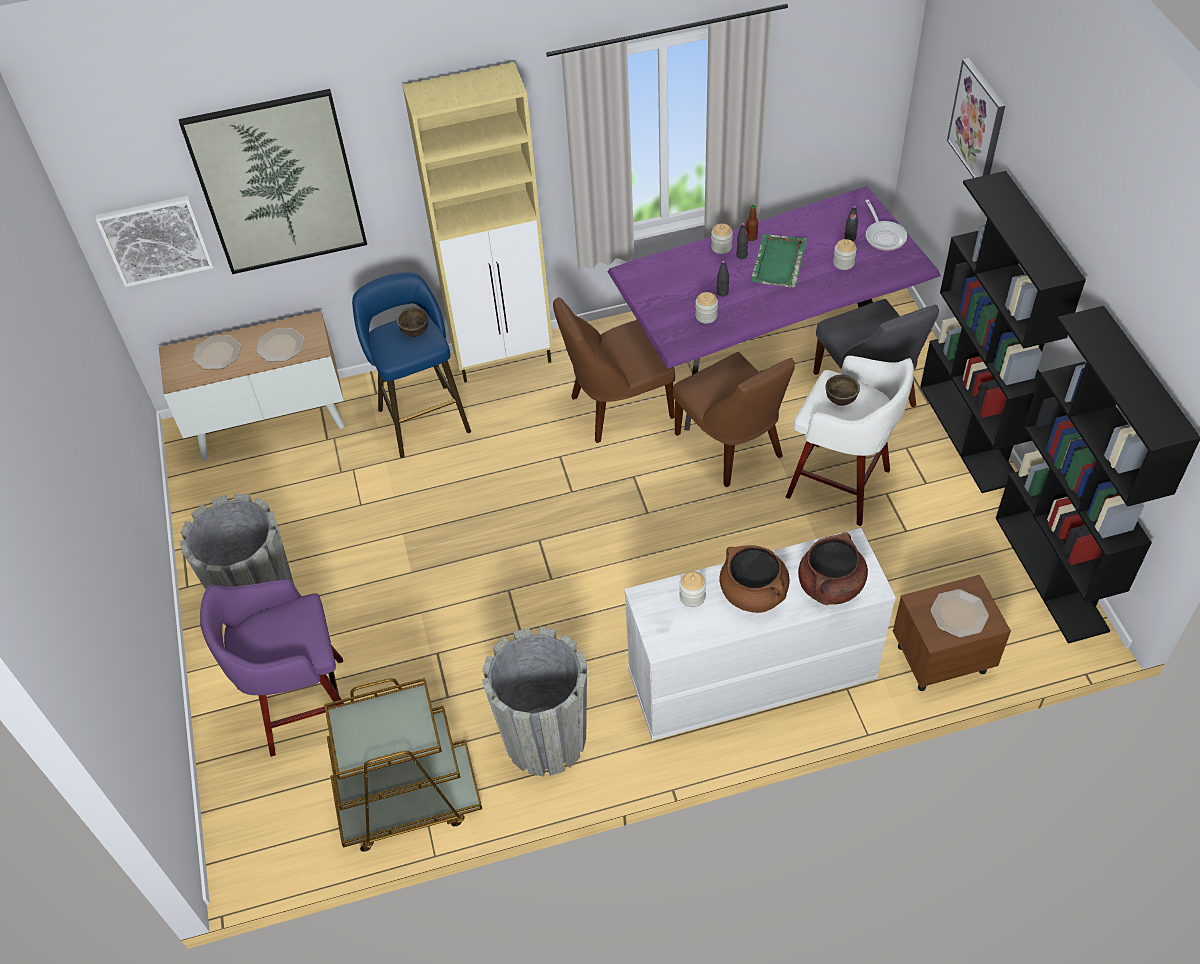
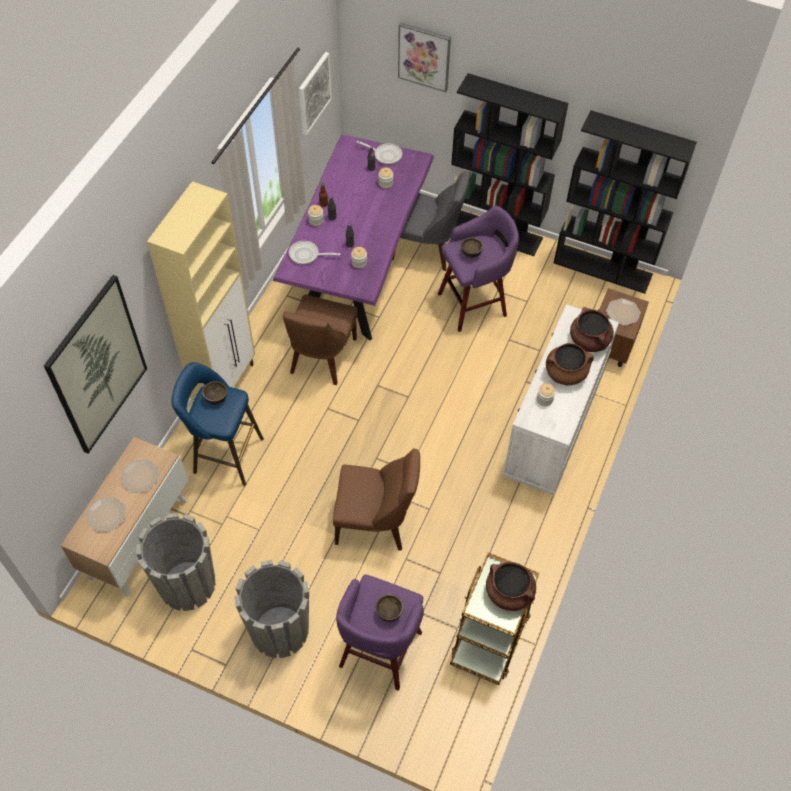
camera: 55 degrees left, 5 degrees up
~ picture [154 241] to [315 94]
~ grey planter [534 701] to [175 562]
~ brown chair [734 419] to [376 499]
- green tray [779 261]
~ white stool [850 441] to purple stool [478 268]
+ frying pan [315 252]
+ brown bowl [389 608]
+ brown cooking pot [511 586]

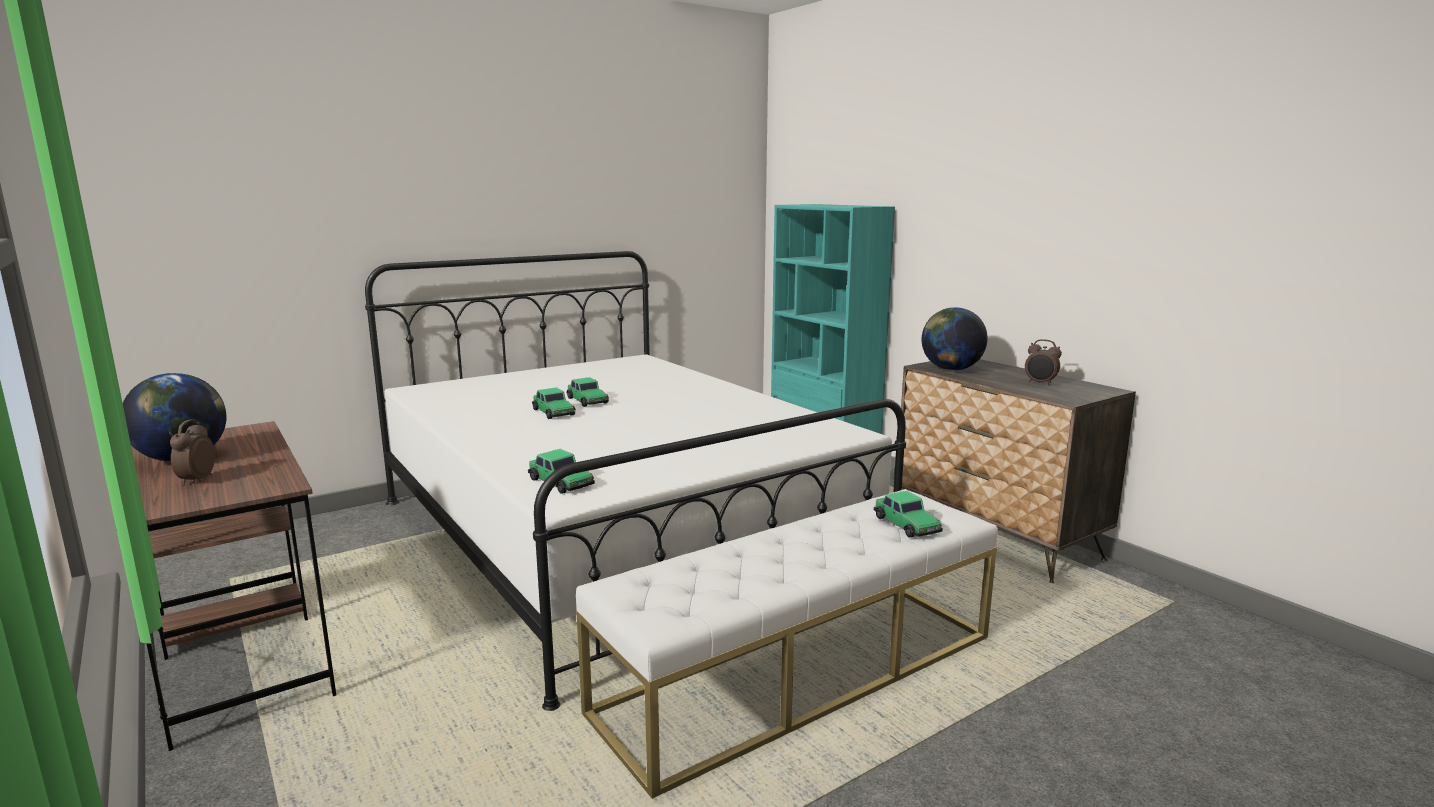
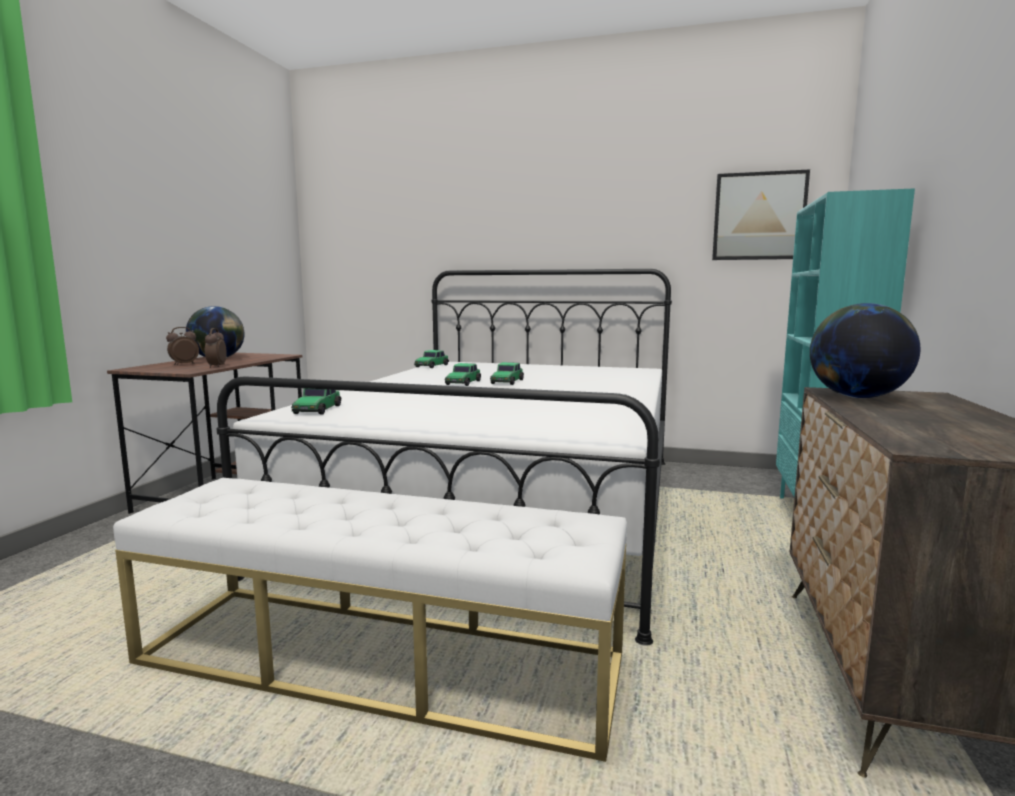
camera: 50 degrees right, 5 degrees down
~ toy car [908 514] to [431 359]
~ alarm clock [1043 362] to [216 348]
+ picture [761 214]

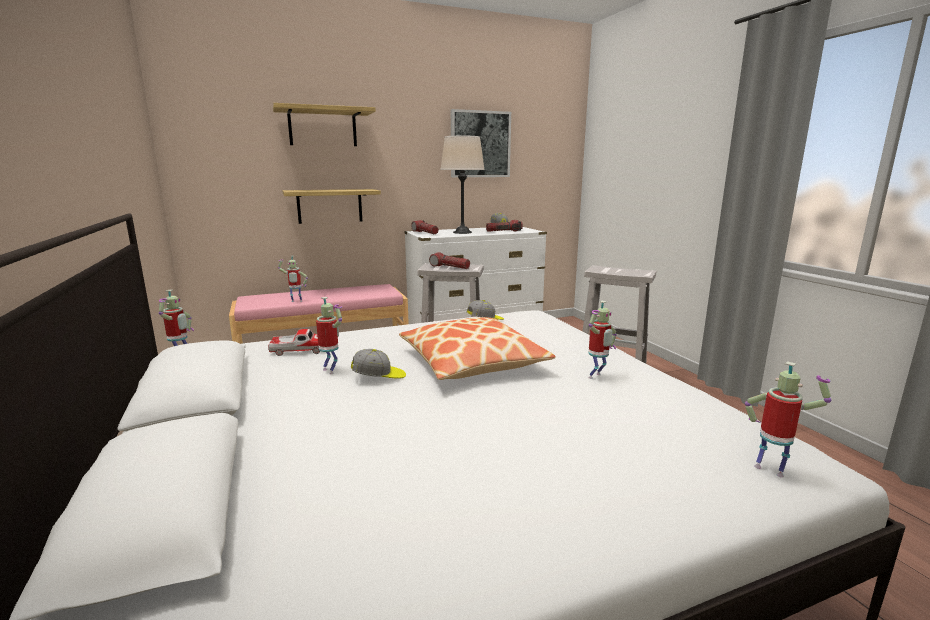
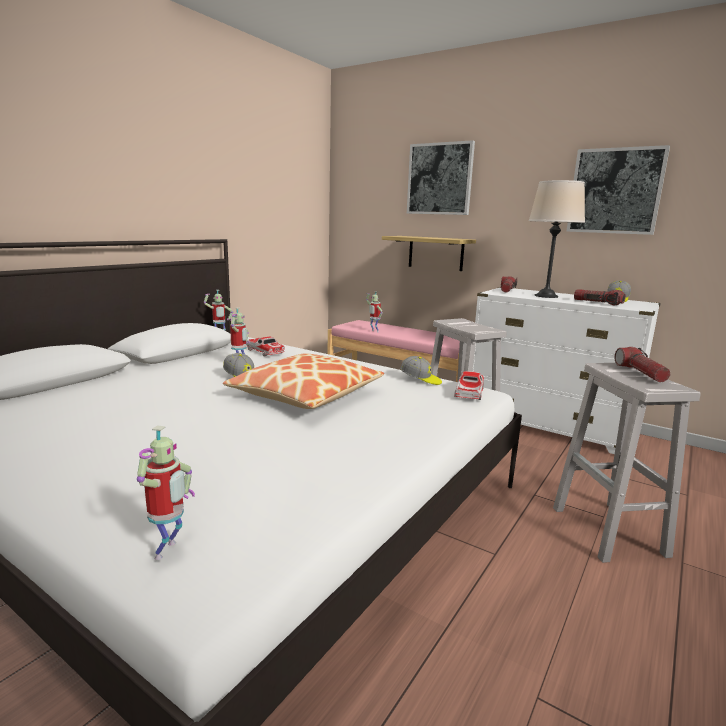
camera: 55 degrees right, 0 degrees up
~ shelf [324 124] to picture [441 177]
~ flashlight [449 260] to [642 364]
- toy robot [602 340]
+ toy car [469 385]

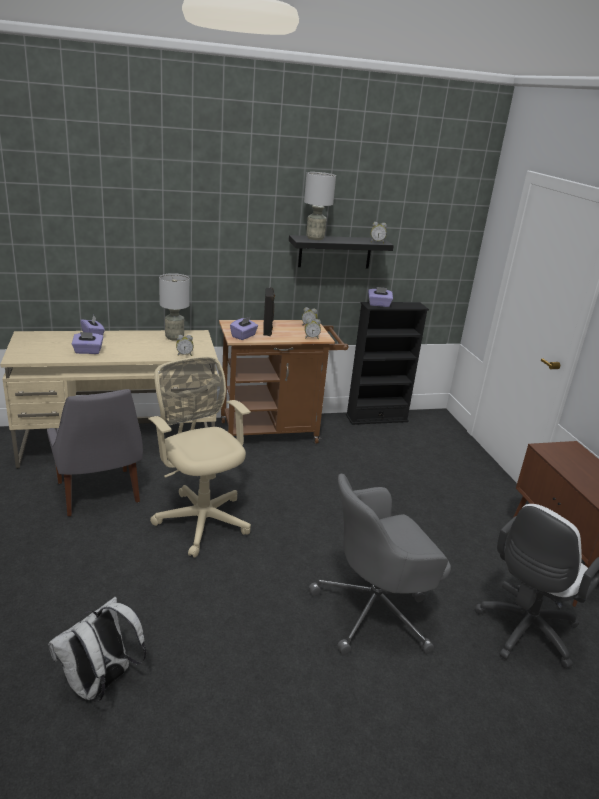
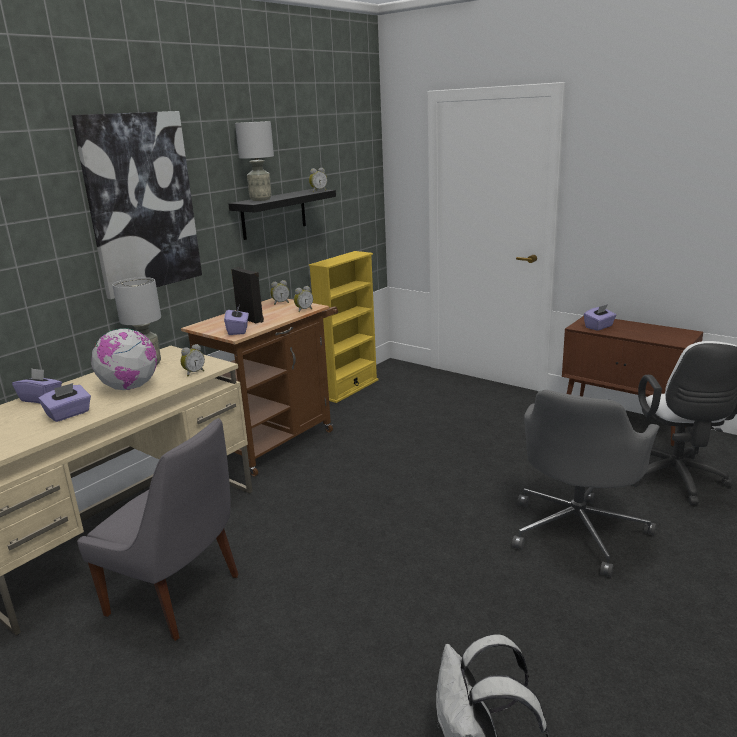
camera: 35 degrees left, 5 degrees down
- beige office chair [199 457]
~ black bookcase [387 363] to yellow bookcase [344 327]
~ purple tissue box [380 297] to [600 317]
+ picture [136 205]
+ globe [124 359]

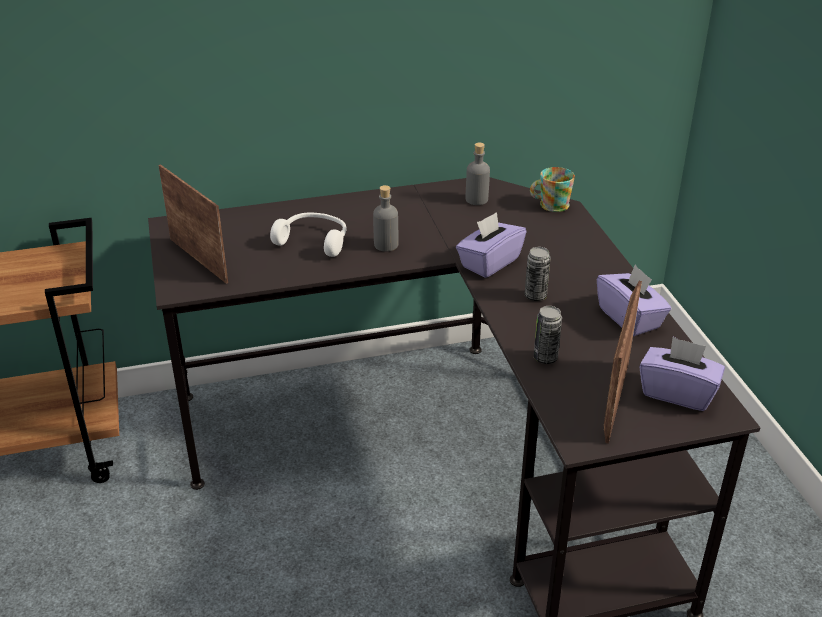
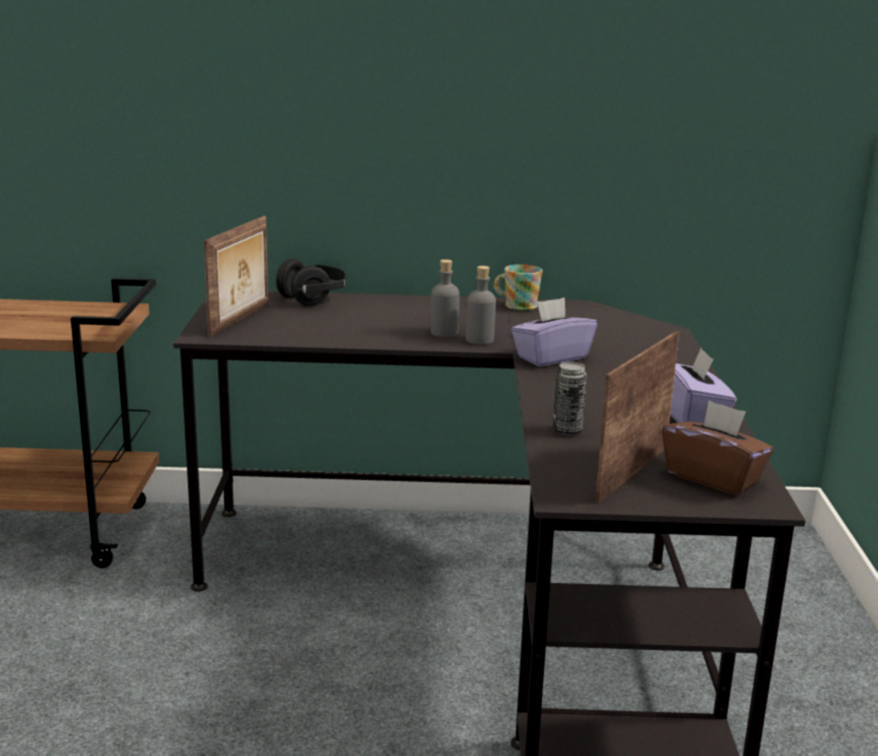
camera: 15 degrees right, 15 degrees down
~ picture frame [193 224] = [236 276] 45 degrees clockwise
- white headphones [308 234]
~ grey bottle [478 174] to [481 305]
- can [538 274]
~ mug [552 189] to [518 287]
~ purple tissue box [682 374] to brown tissue box [718 448]
+ black headphones [311 282]

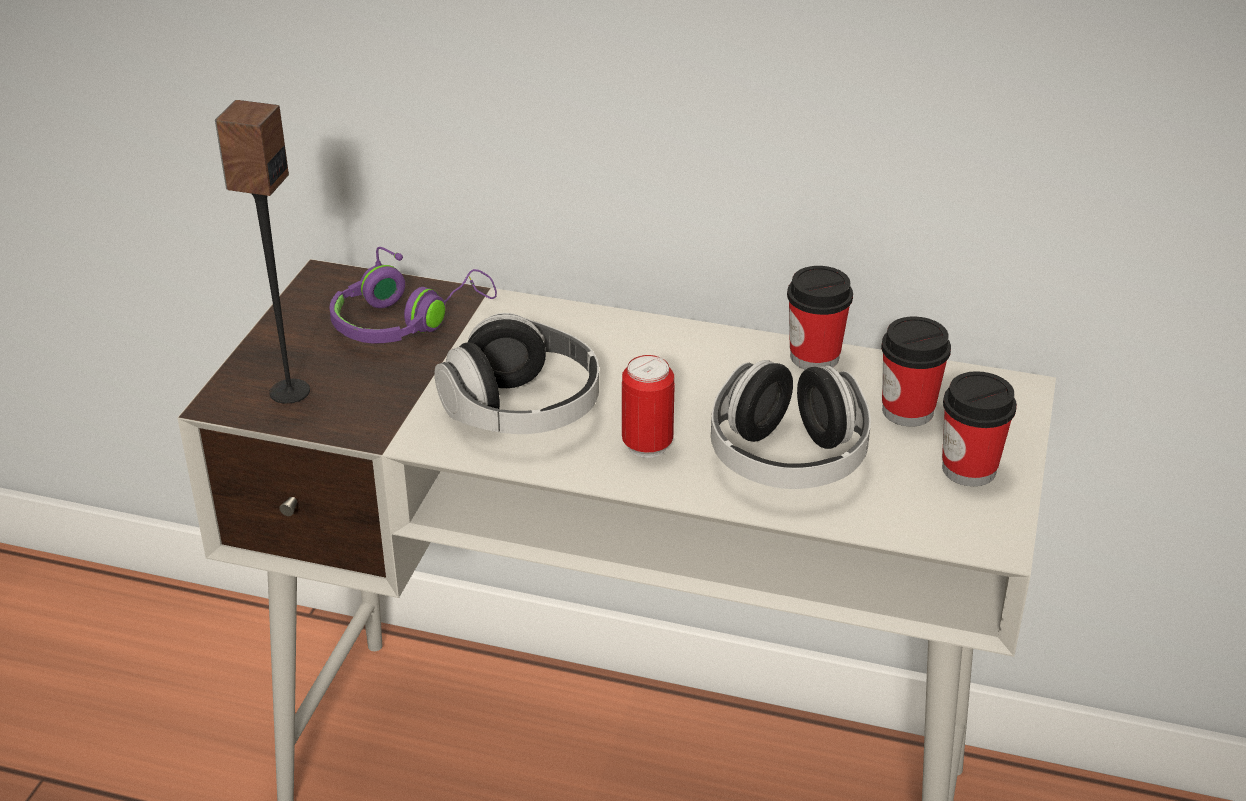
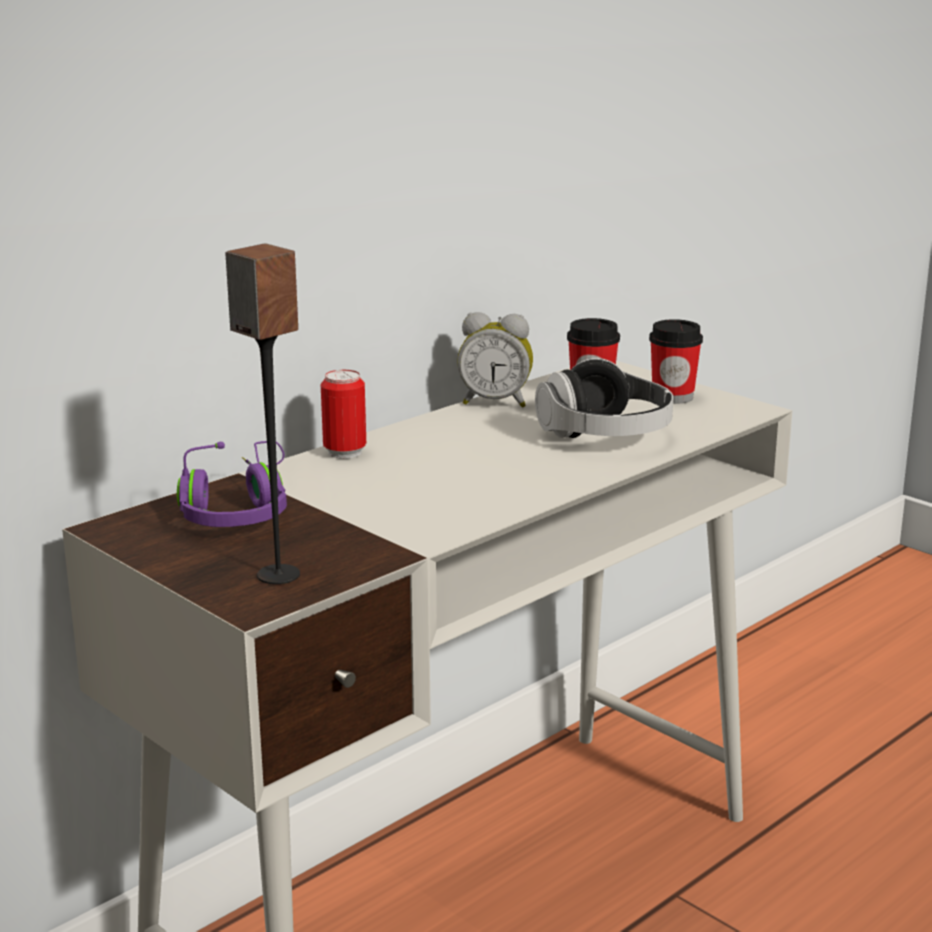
camera: 60 degrees left, 15 degrees down
- headphones [517 373]
~ can [648 406] to [343 414]
~ cup [820 318] to alarm clock [495 360]

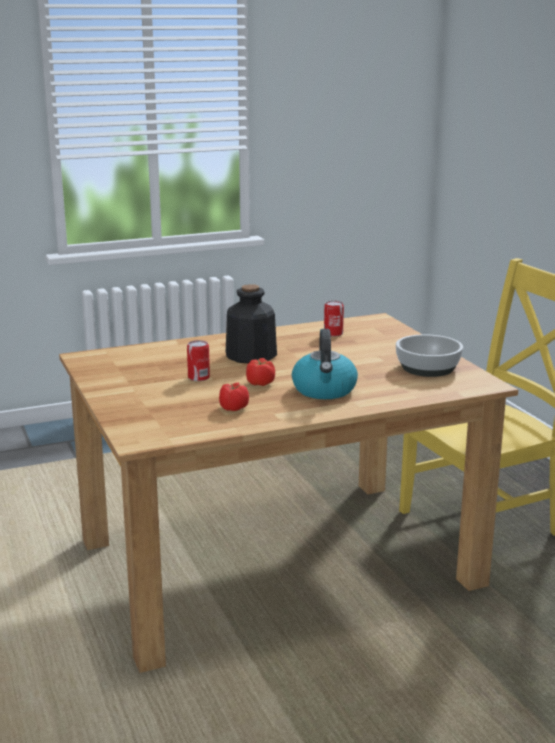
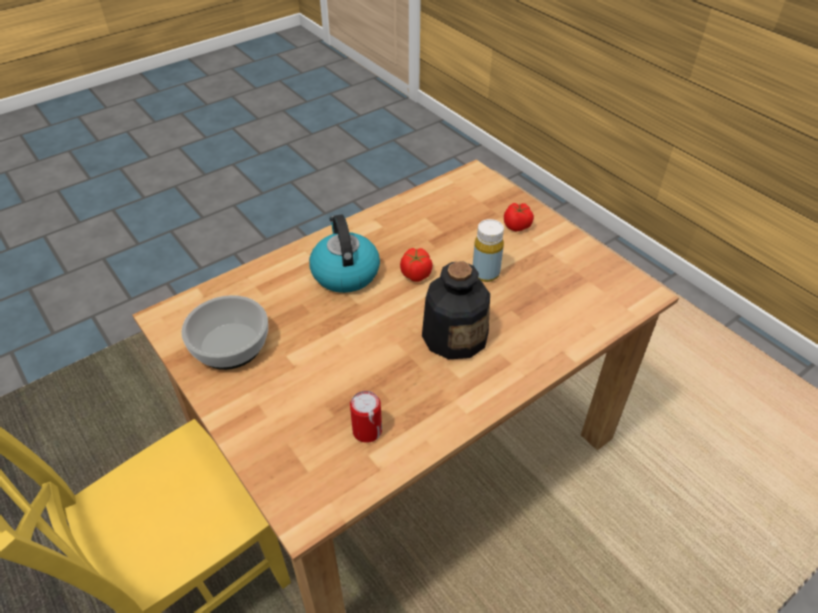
camera: 165 degrees right, 25 degrees up
~ can [198 360] to yellow bottle [488 250]
~ tomato [234 397] to [519 217]

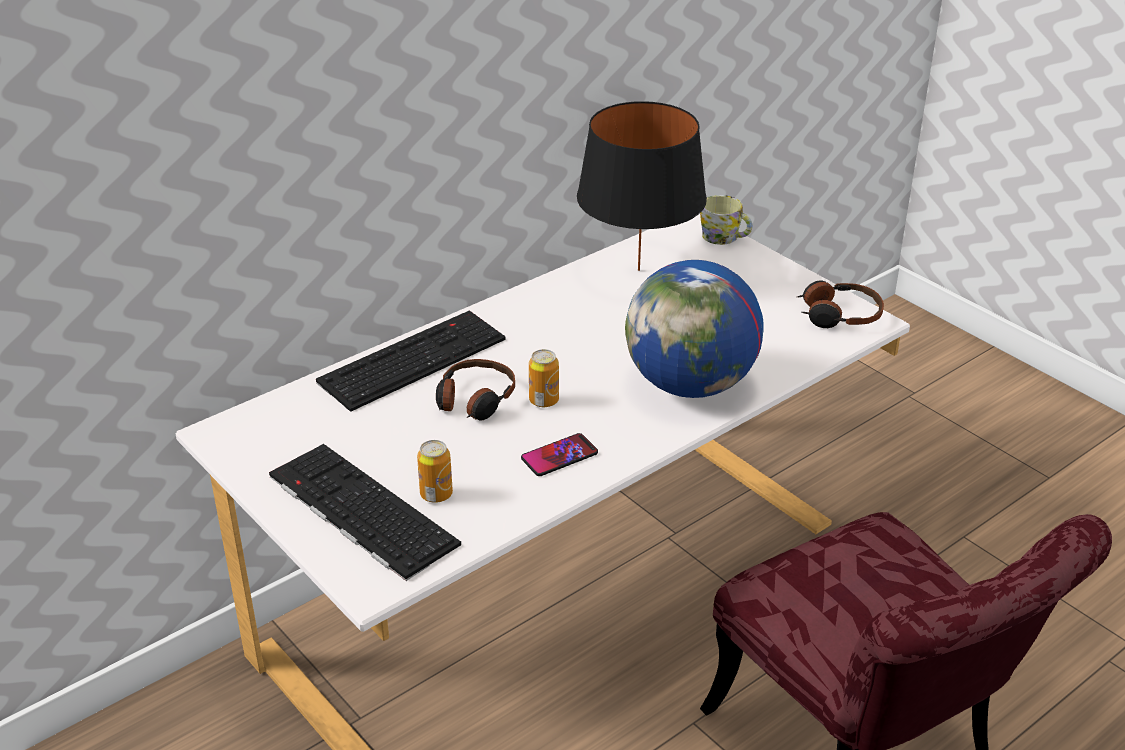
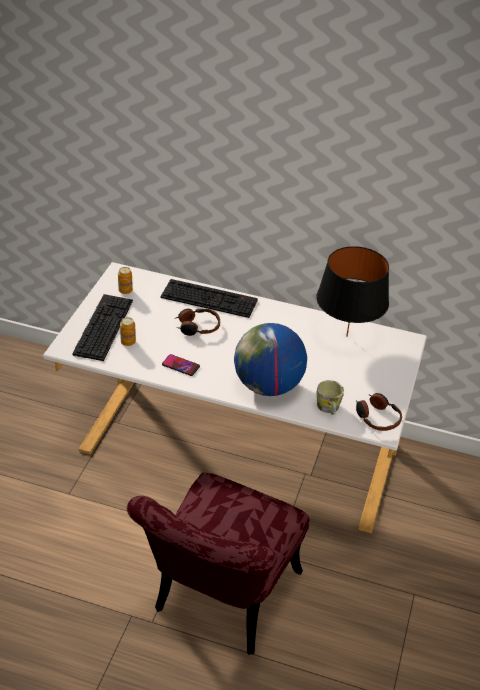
camera: 55 degrees right, 5 degrees up
~ can [544 378] to [125 280]
~ mug [726 220] to [330 397]

